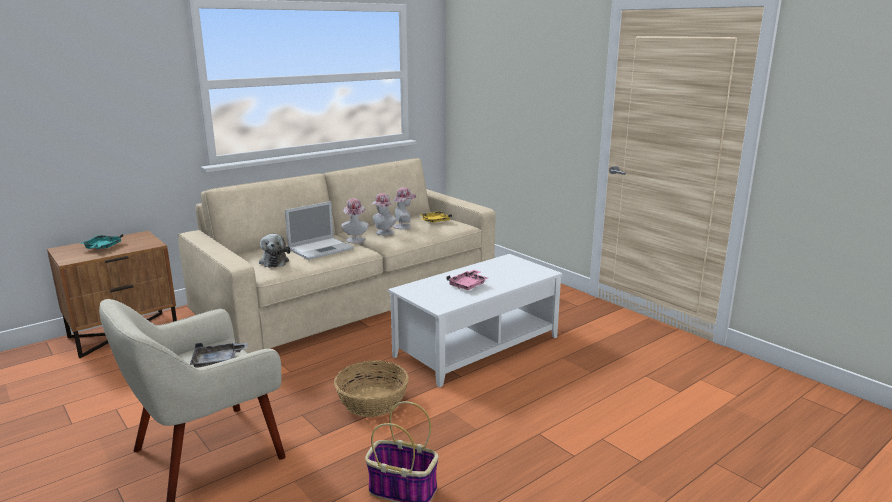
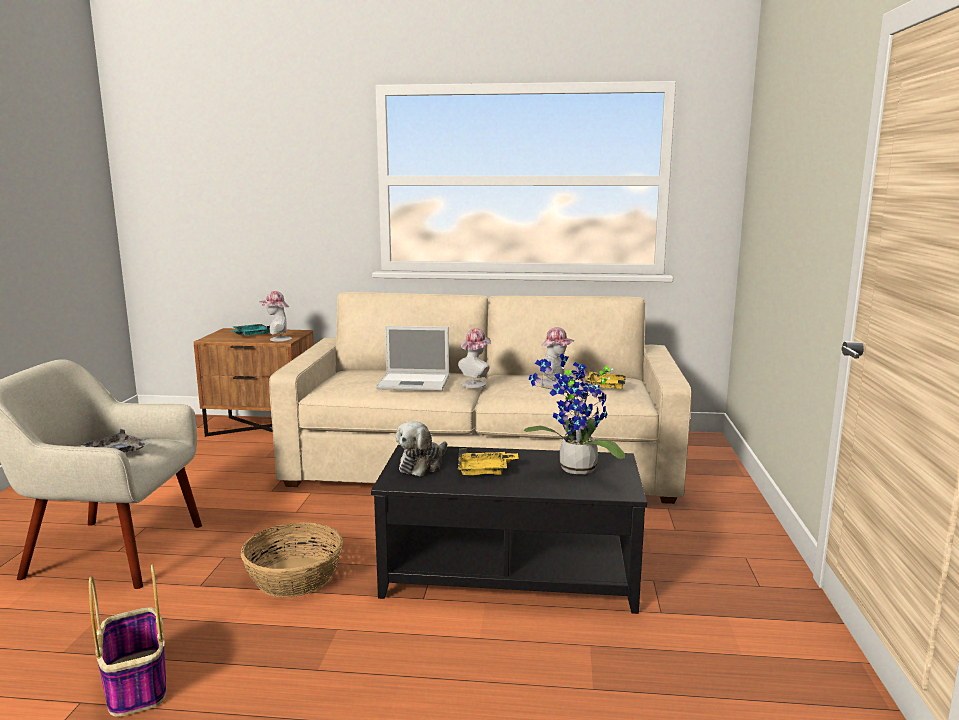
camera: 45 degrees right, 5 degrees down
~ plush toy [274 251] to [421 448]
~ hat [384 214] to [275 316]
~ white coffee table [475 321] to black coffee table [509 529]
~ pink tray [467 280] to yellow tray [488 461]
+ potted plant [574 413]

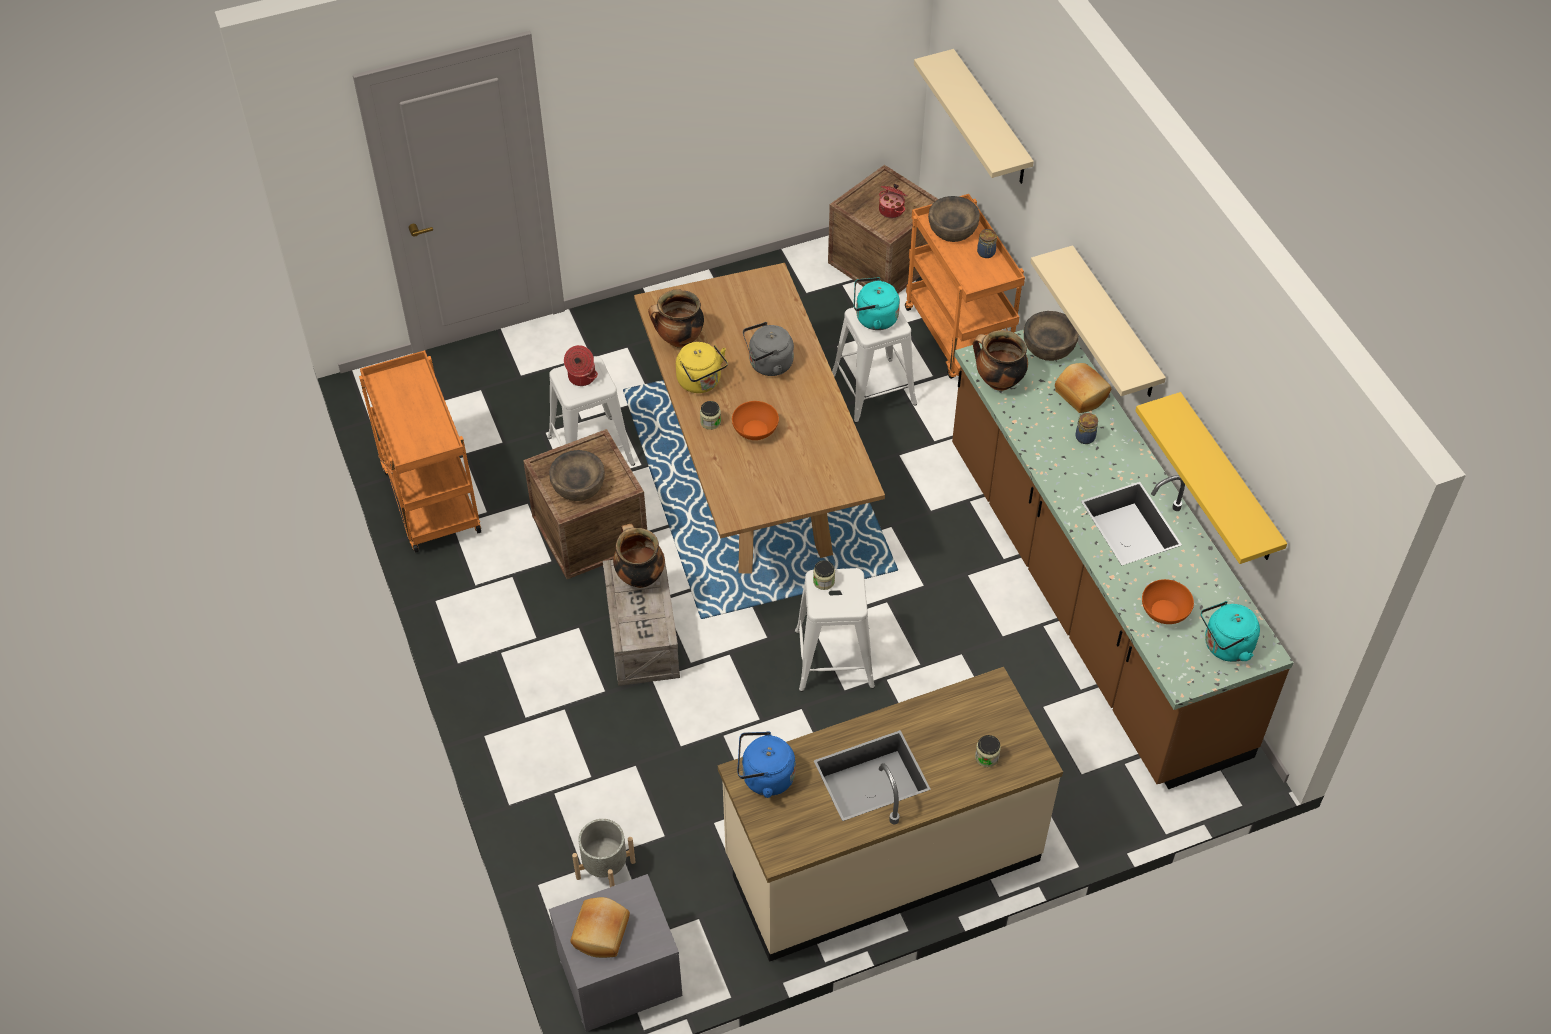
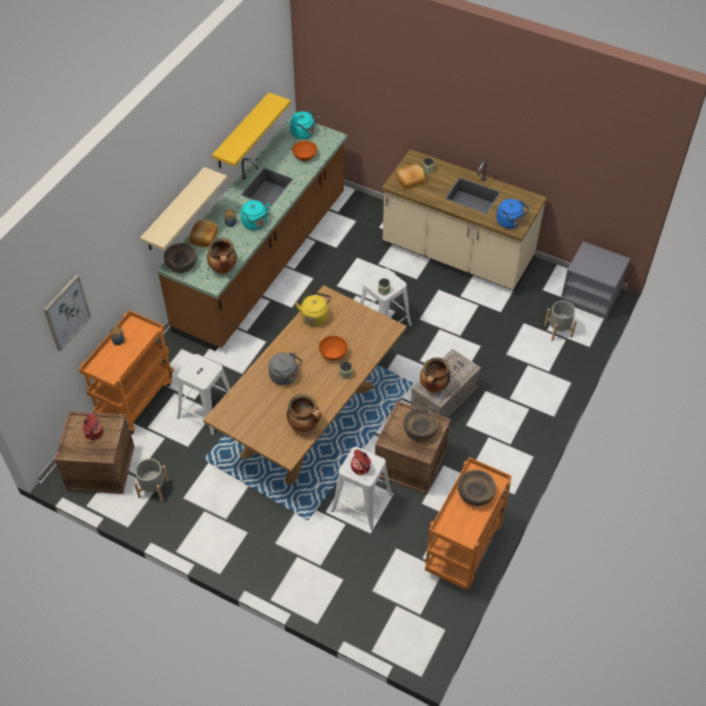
camera: 130 degrees left, 0 degrees up
~ bread [600 927] to [410 177]
~ yellow kettle [702 367] to [313 308]
~ turquoise kettle [877 303] to [255 215]
~ beige shelf [974 116] to picture [67 313]
~ brown bowl [954 219] to [477 488]
+ grey planter [151 480]

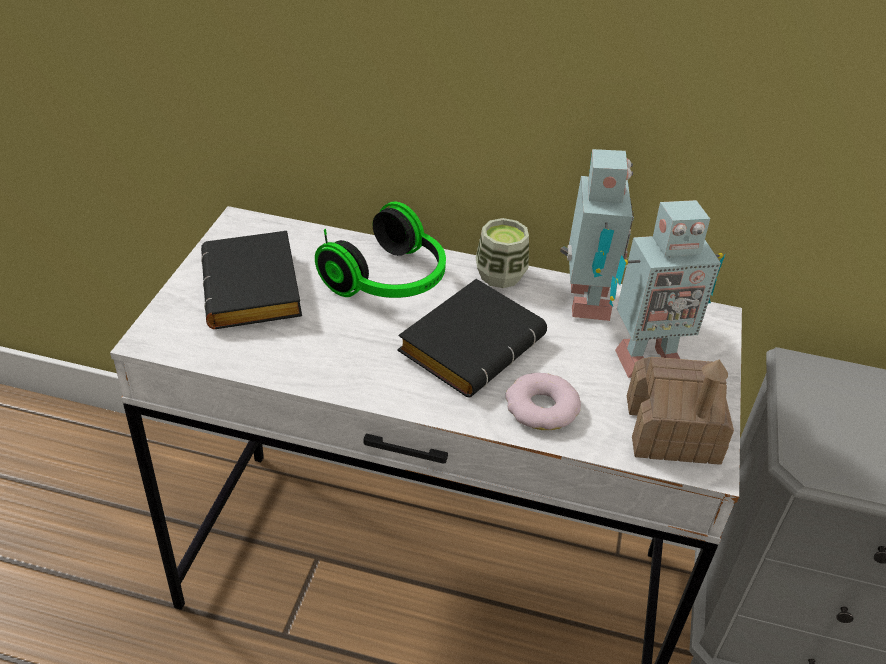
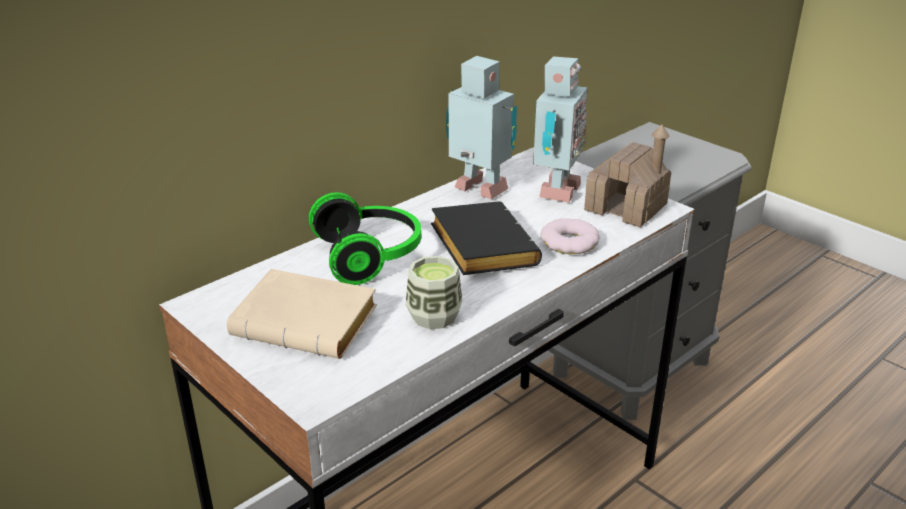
camera: 55 degrees left, 10 degrees down
~ black book [251 280] to beige book [302 314]
~ cup [502 253] to [434 292]

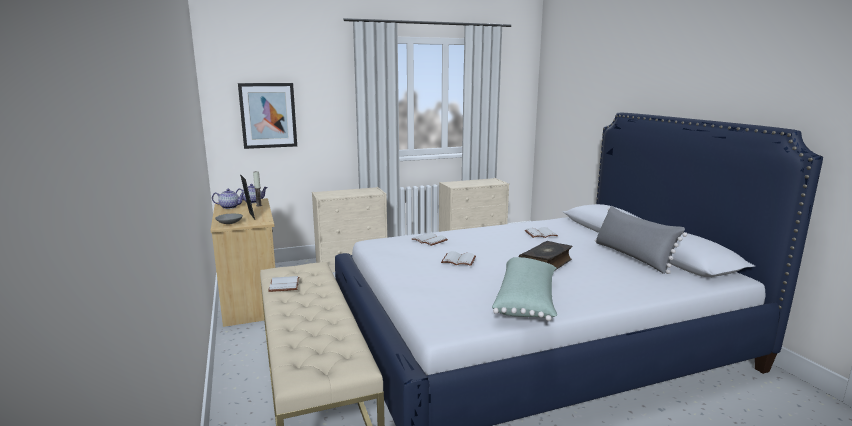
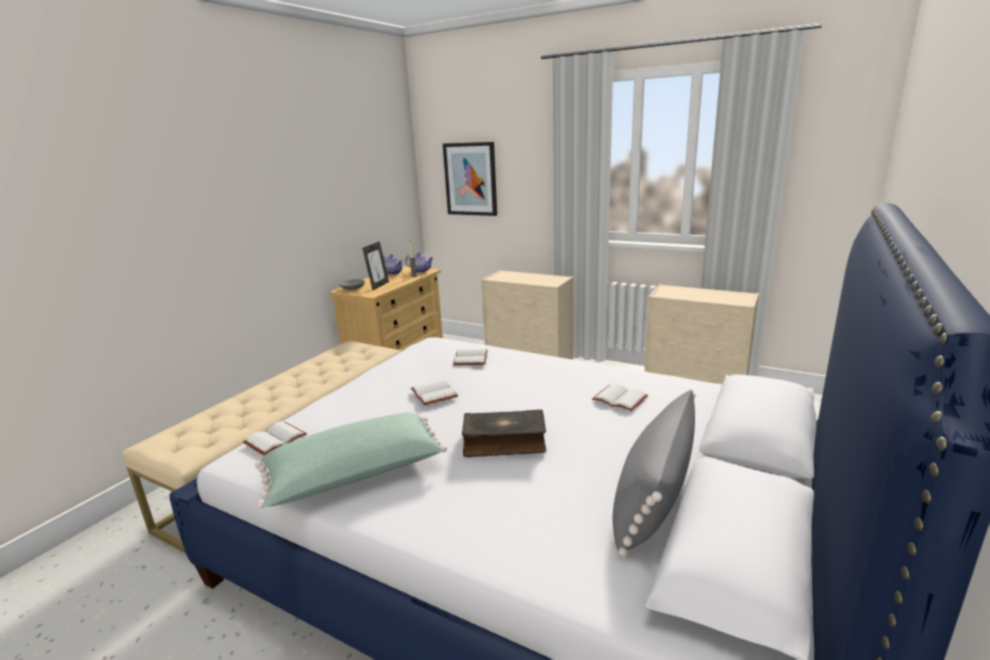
camera: 50 degrees right, 5 degrees up
~ white book [283 284] to [275 438]

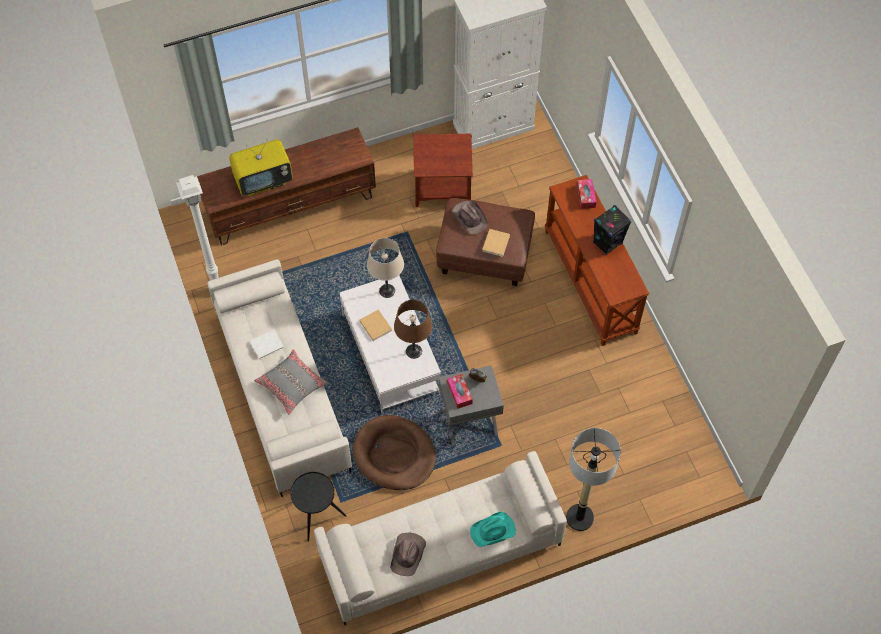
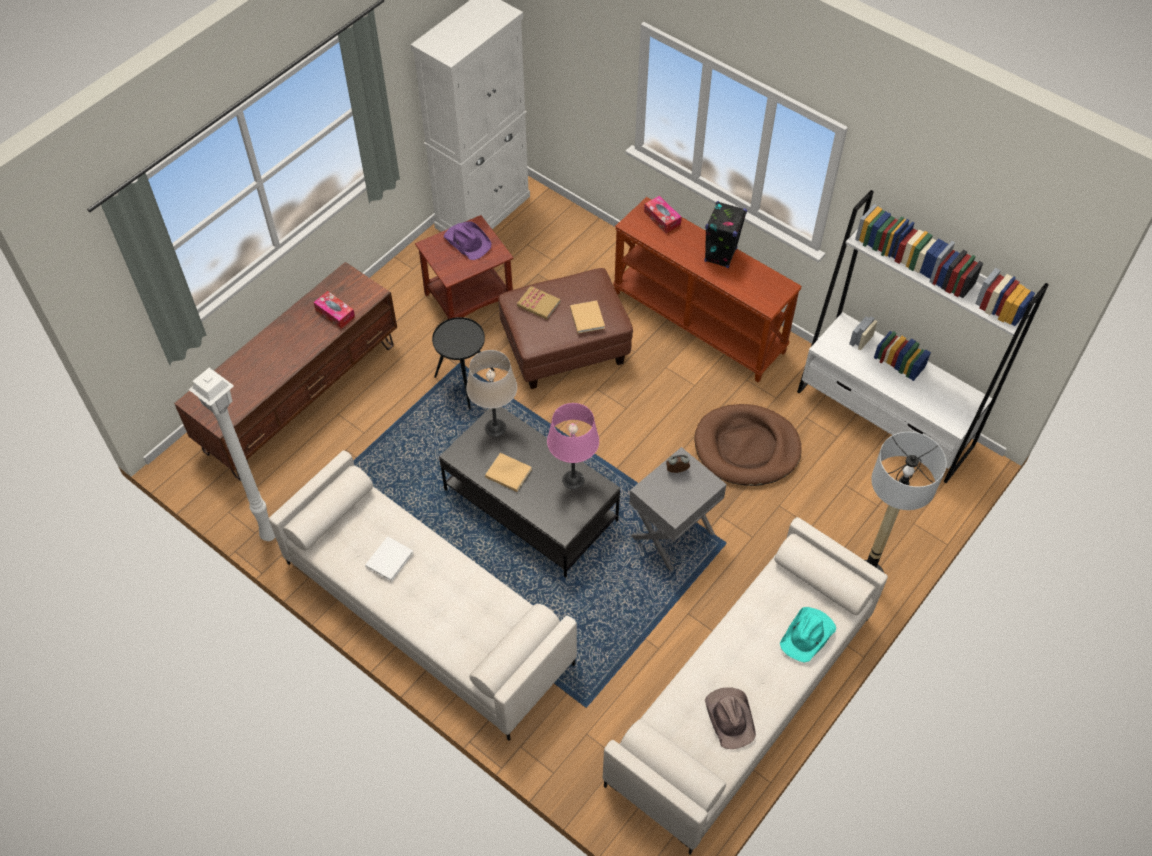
camera: 30 degrees left, 5 degrees down
- television [261 167]
- grey pillow [291 382]
~ black side table [318 506] to [463 363]
~ white coffee table [390 344] to black coffee table [529 492]
~ brown dog bed [394 452] to [748 445]
~ brown table lamp [413 329] to pink table lamp [573 446]
~ tissue box [460 391] to [334 310]
~ brown hat [470 218] to book [538 303]
+ purple hat [467 240]
+ white bookcase [922 336]

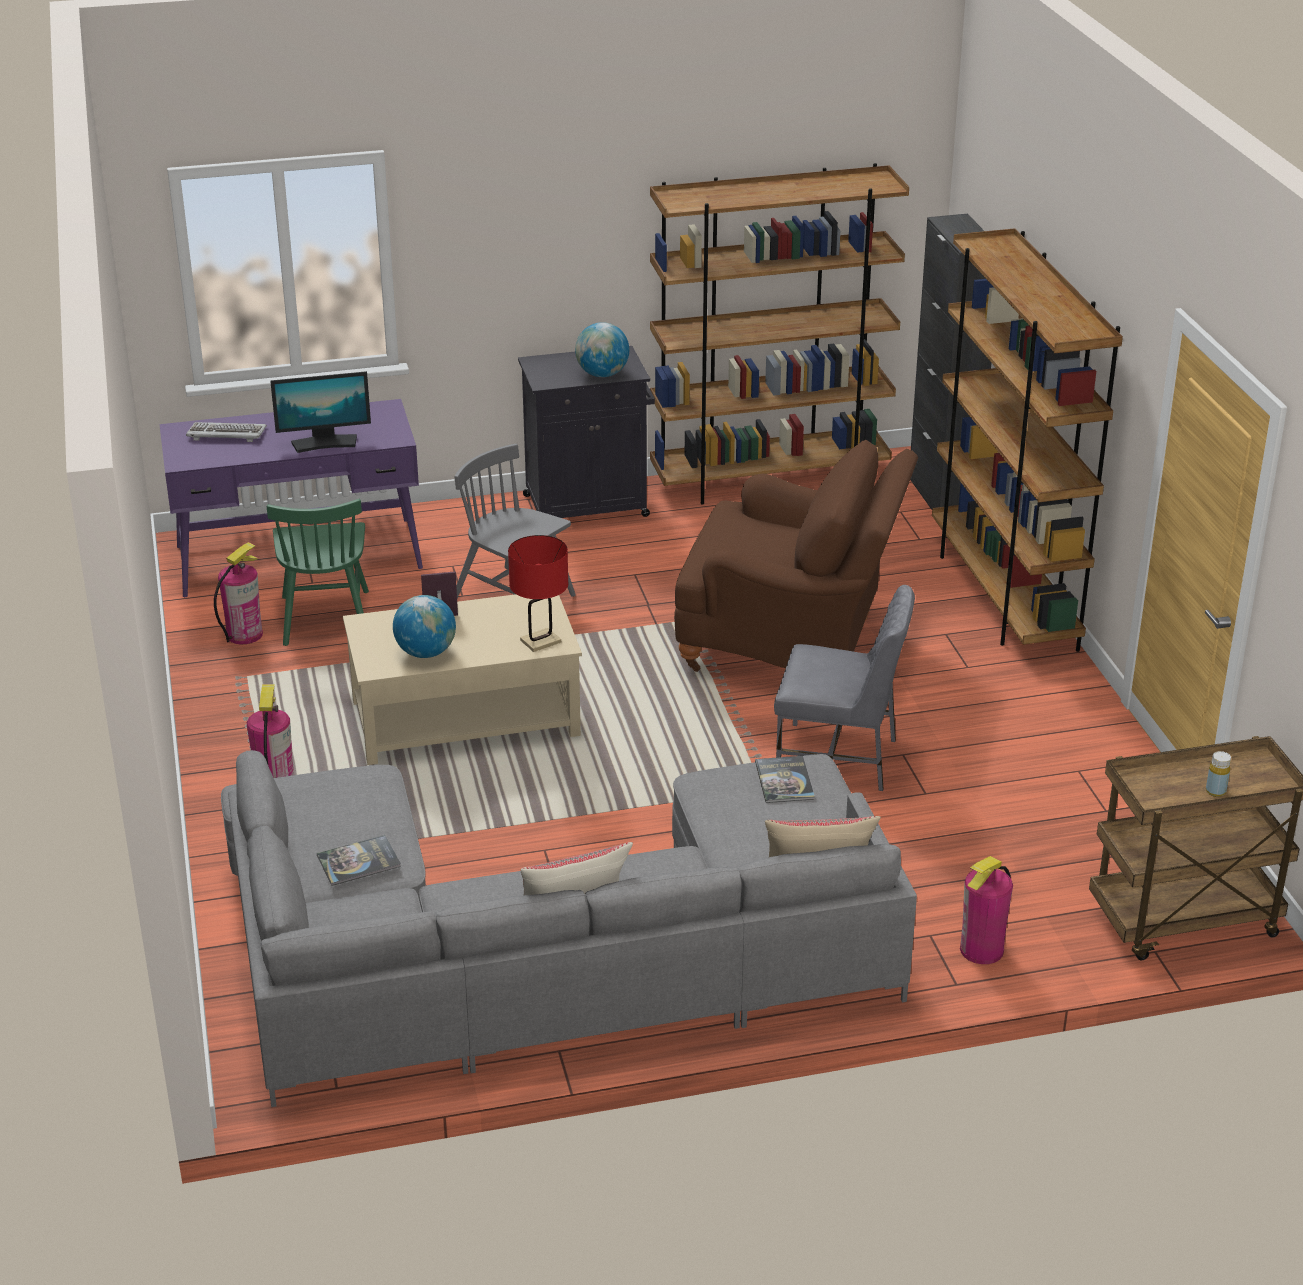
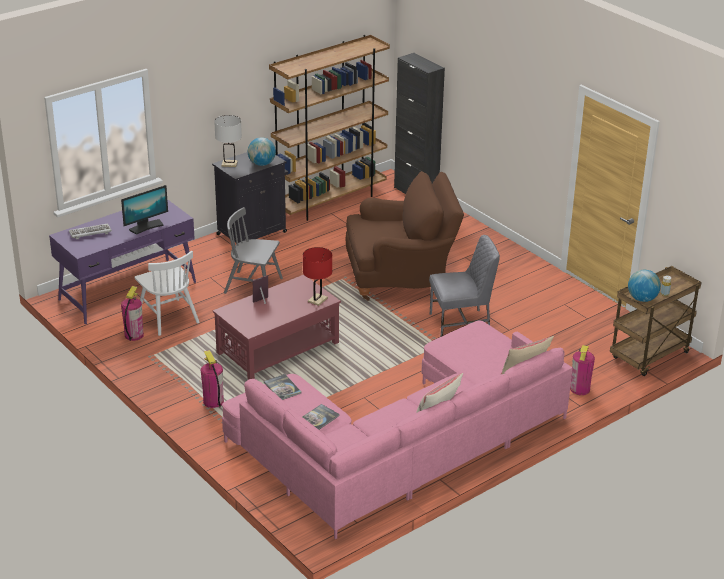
camera: 25 degrees left, 0 degrees up
~ grey sofa [569 928] to pink sofa [397 429]
~ green chair [318 572] to white chair [167 293]
~ beige coffee table [462 679] to red coffee table [277 327]
~ globe [424 626] to [644 286]
~ book [785 779] to [283 387]
- brown bookcase [1027 440]
+ white table lamp [228 141]

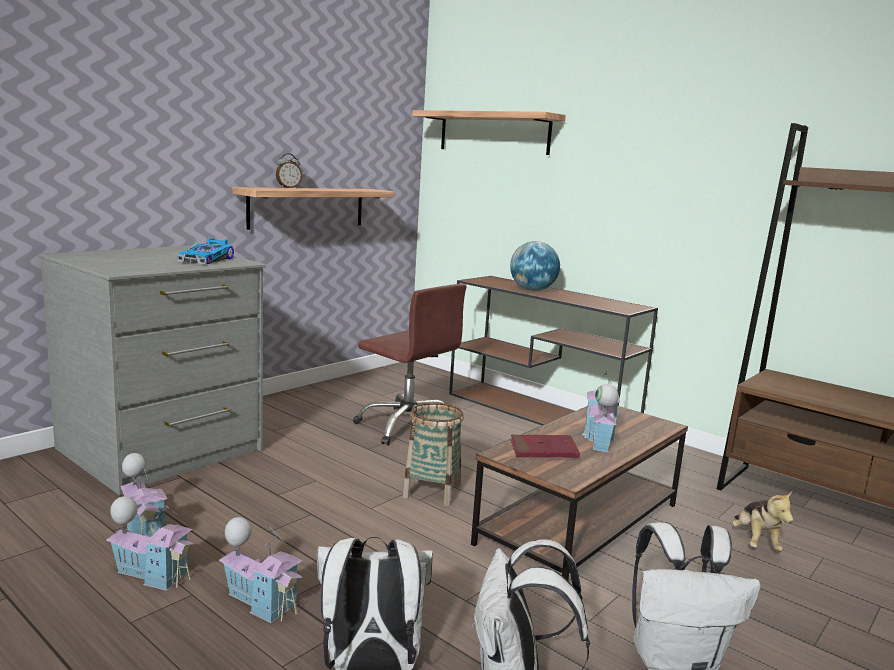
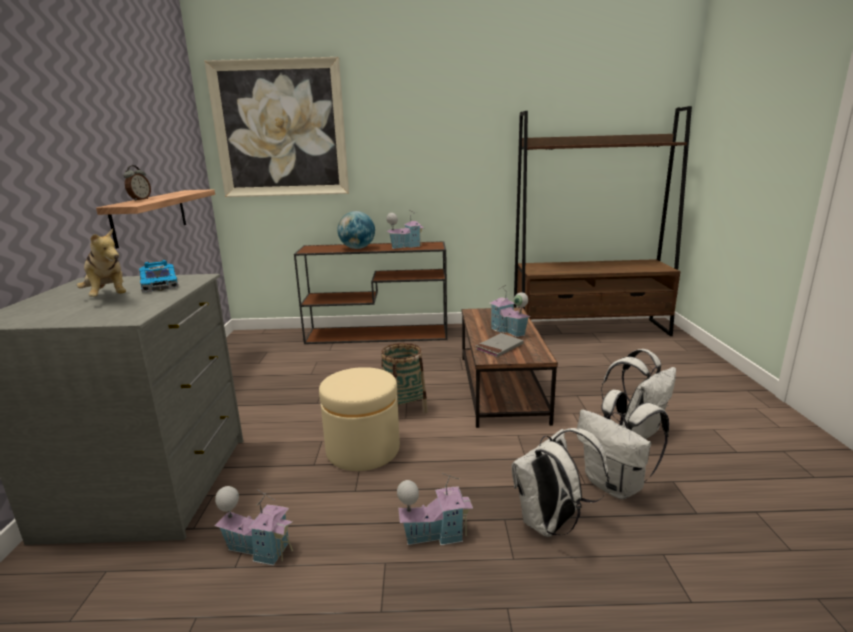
camera: 40 degrees left, 5 degrees up
~ toy house [150 543] to [405 229]
- brown office chair [409 364]
~ shelf [489 132] to picture [276 127]
~ red book [545 446] to grey book [499 345]
~ plush toy [762 521] to [101 262]
+ beige ottoman [359 419]

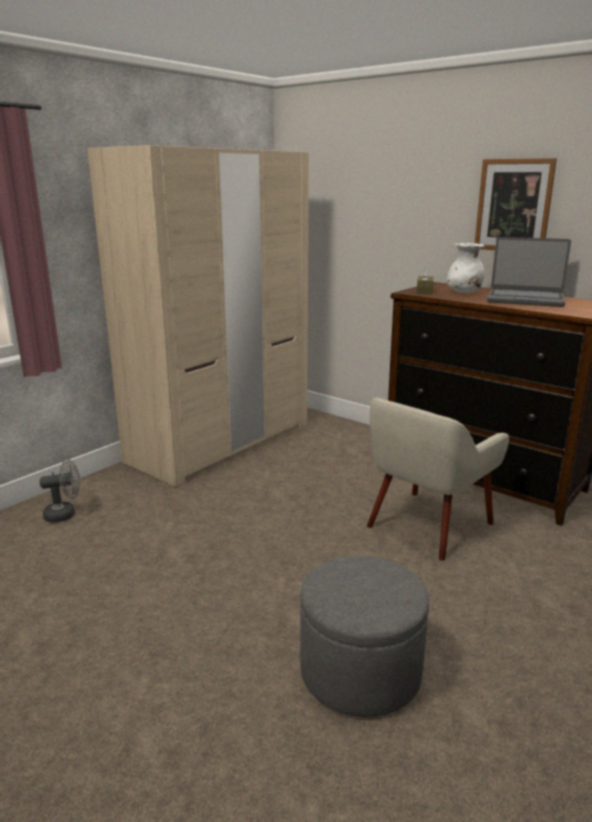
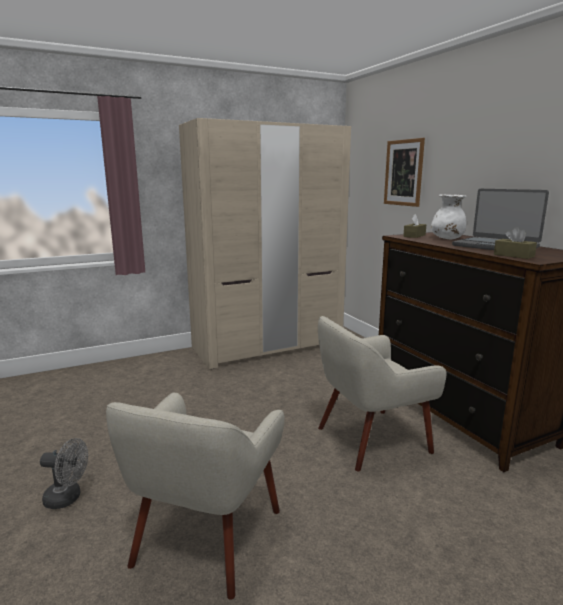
camera: 25 degrees right, 5 degrees down
~ grey fan [60 491] to [64 473]
~ grey ottoman [364 636] to beige armchair [195 496]
~ picture [516 204] to [404 172]
+ brown tissue box [515 243]

